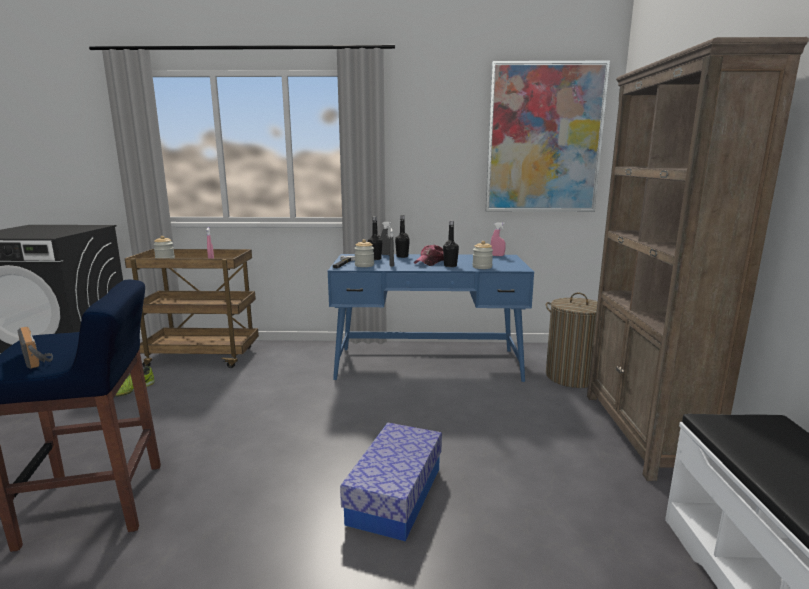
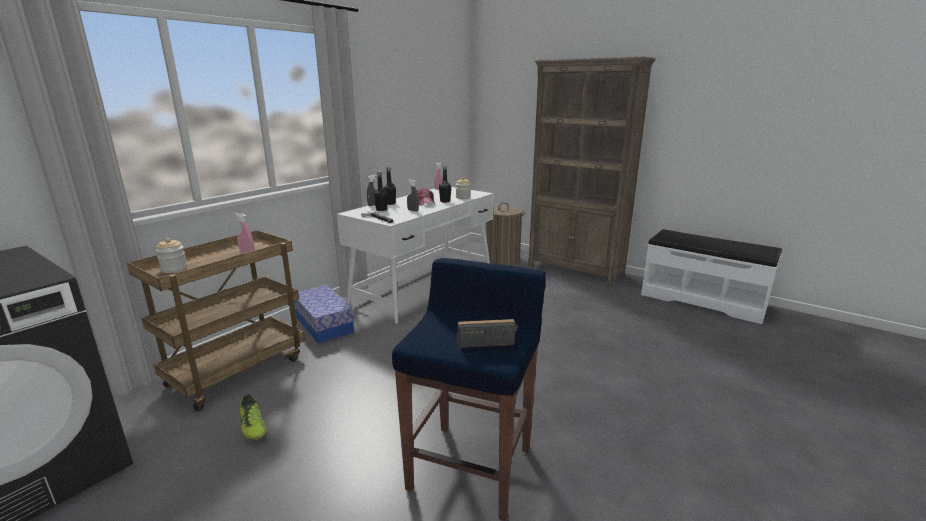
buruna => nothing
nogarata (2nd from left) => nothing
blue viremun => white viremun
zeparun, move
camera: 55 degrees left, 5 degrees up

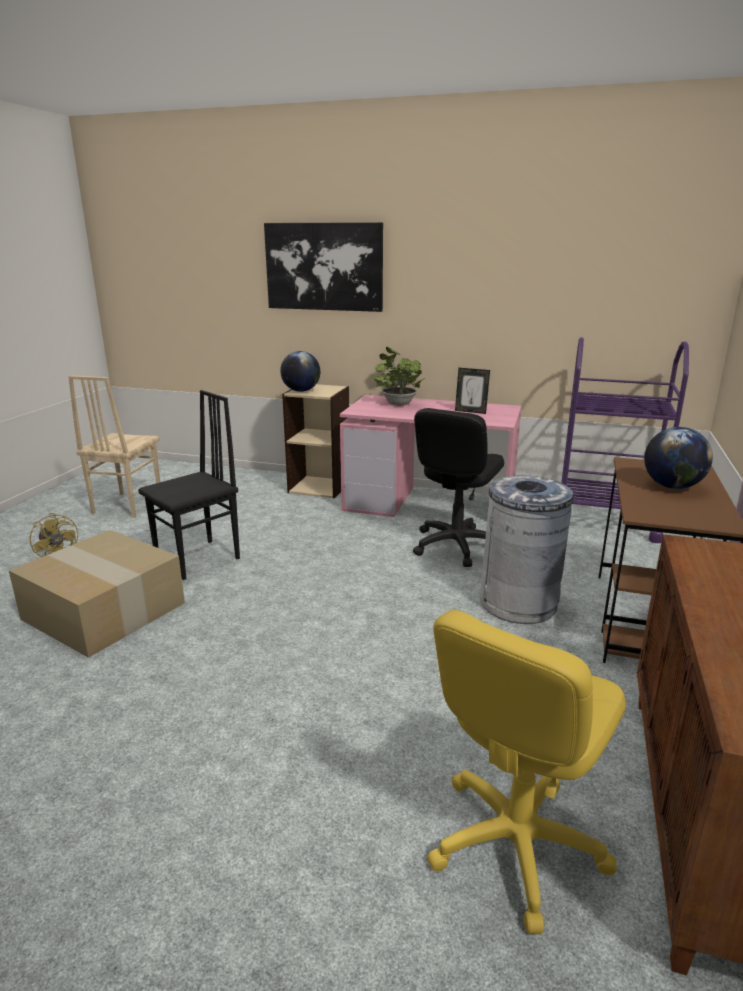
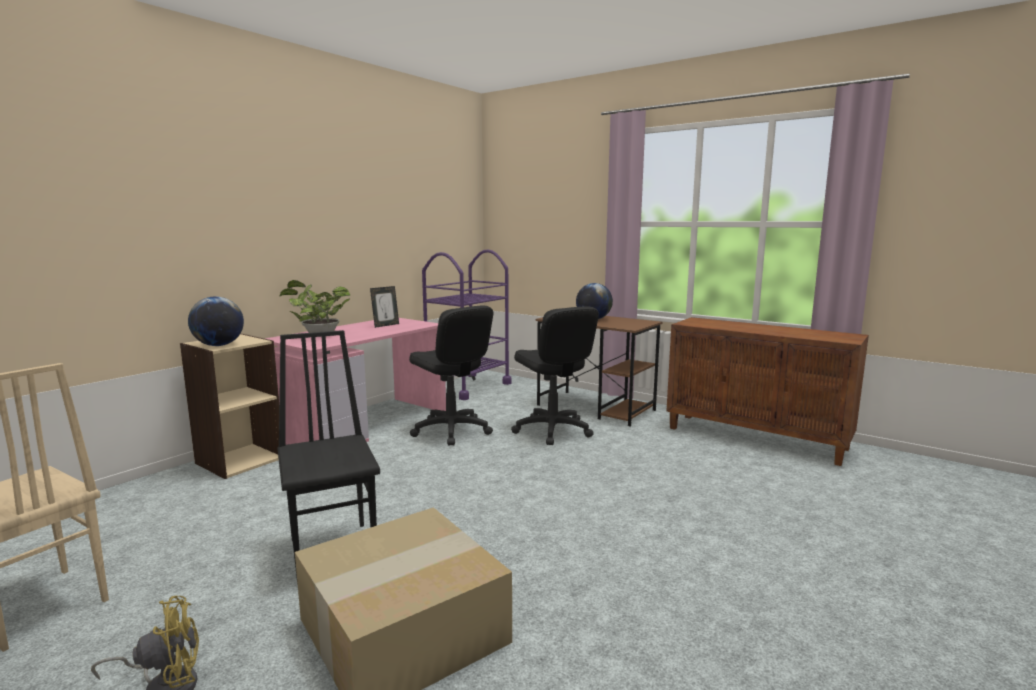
buruna => nothing
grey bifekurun => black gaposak (2nd from left)
yellow gaposak => nothing
camera: 70 degrees left, 10 degrees down

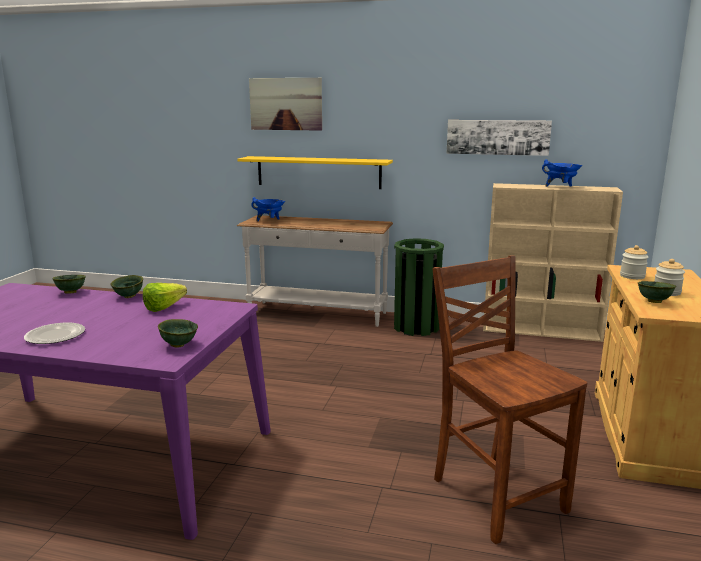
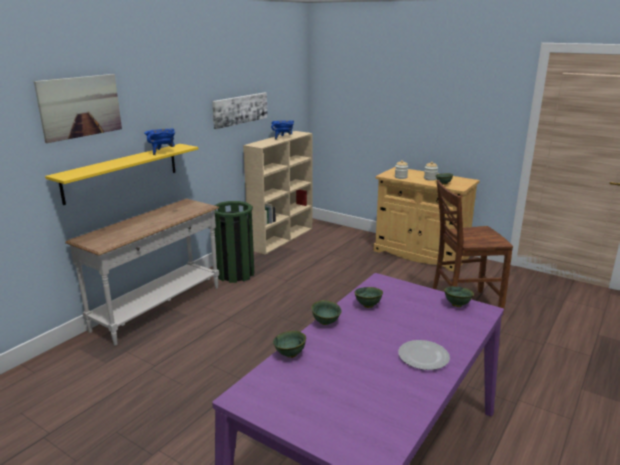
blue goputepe (1st from left), move
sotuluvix => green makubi (3rd from left)
camera: 70 degrees left, 5 degrees up

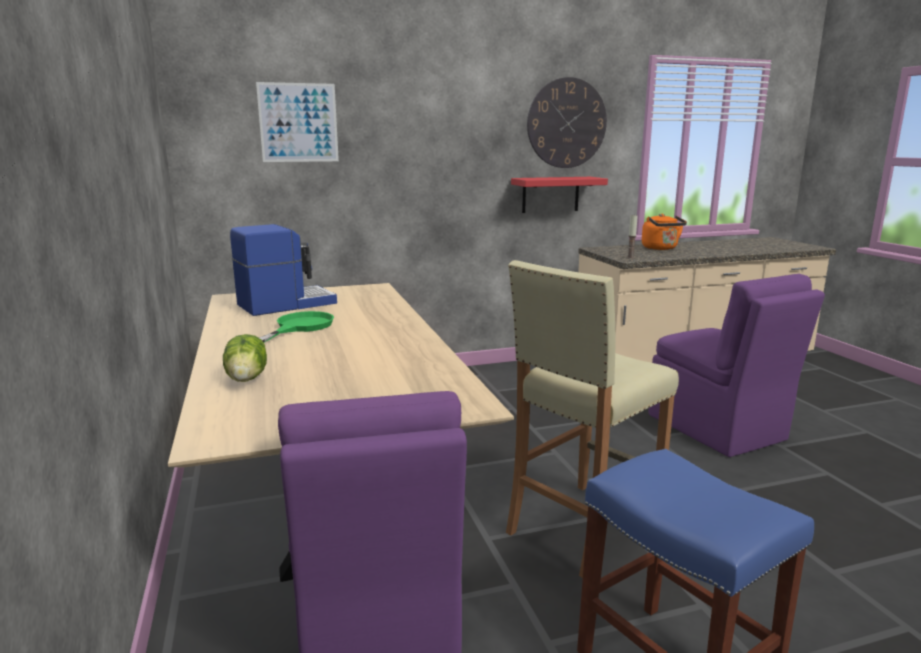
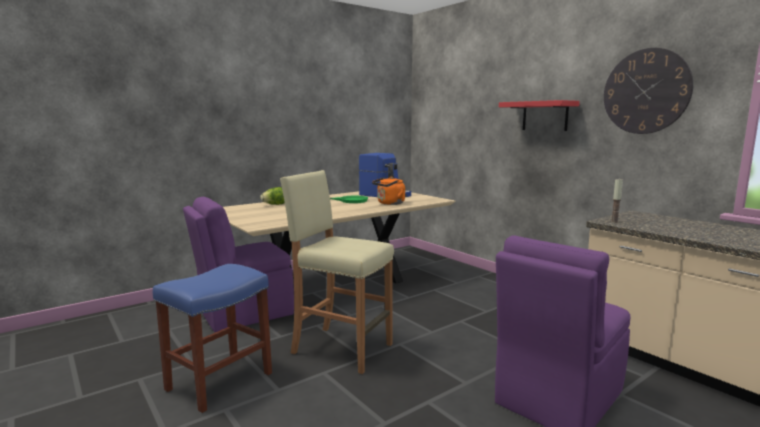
buruna => nothing
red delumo, move
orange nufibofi, move
camera: 70 degrees right, 5 degrees down

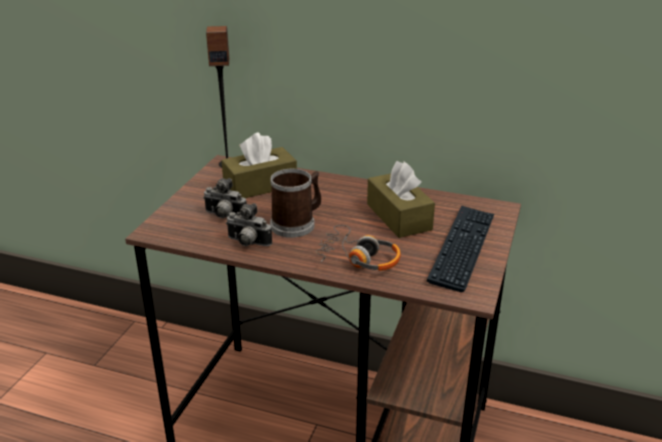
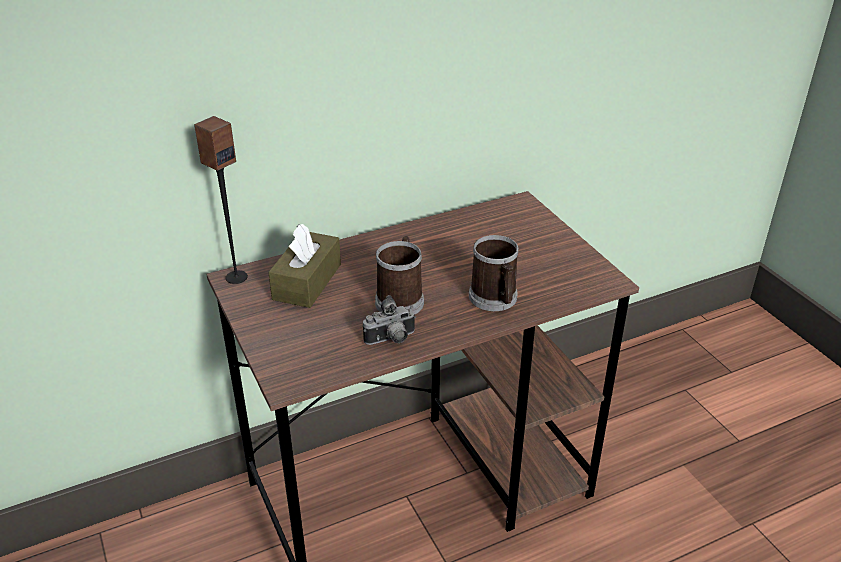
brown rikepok (2nd from left) => nothing
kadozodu (1st from left) => nothing
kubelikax => nothing
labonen => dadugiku (2nd from left)
camera: 45 degrees left, 5 degrees up

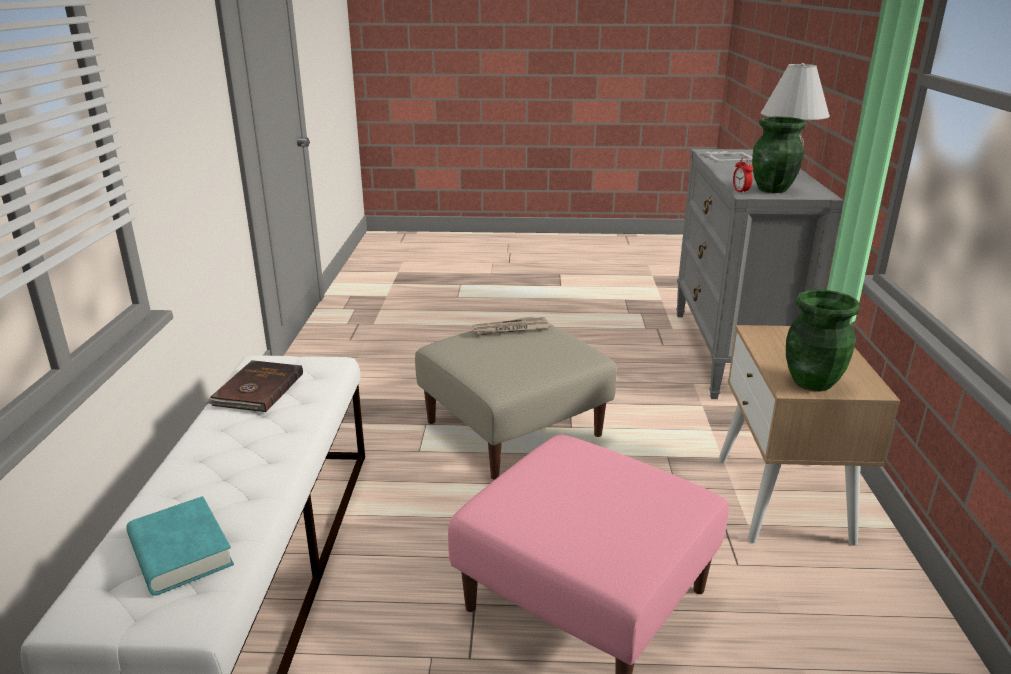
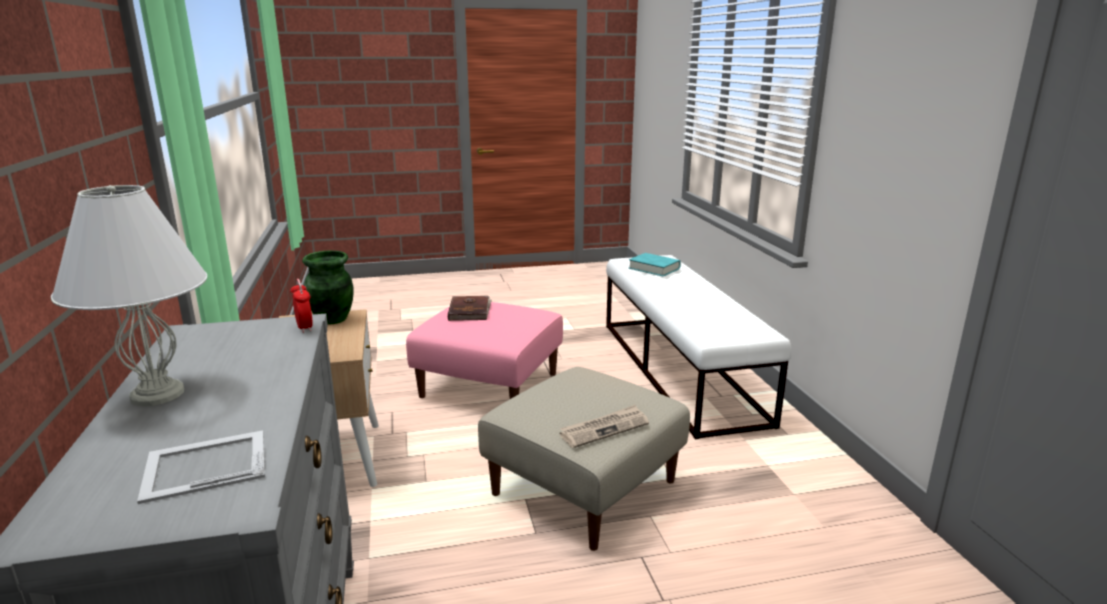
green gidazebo (1st from left) => nothing
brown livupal, move
camera: 165 degrees right, 5 degrees down

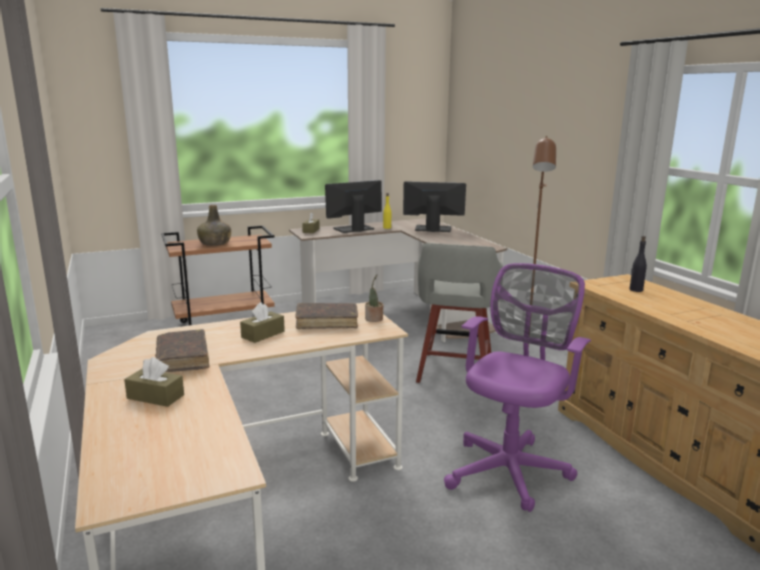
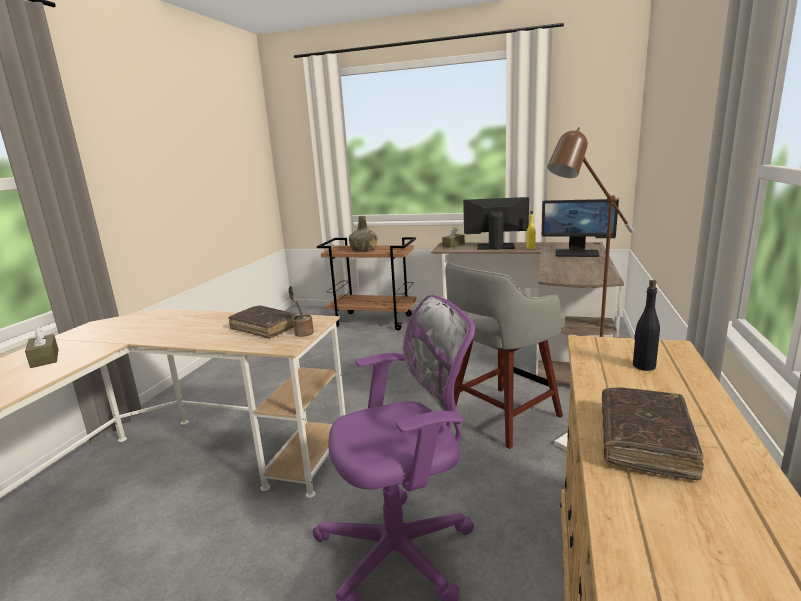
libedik (2nd from left), 150 degrees clockwise
brown rikepok (2nd from left) => nothing
brown livupal (1st from left in the first image) => brown livupal (2nd from left), move
camera: 40 degrees right, 0 degrees up

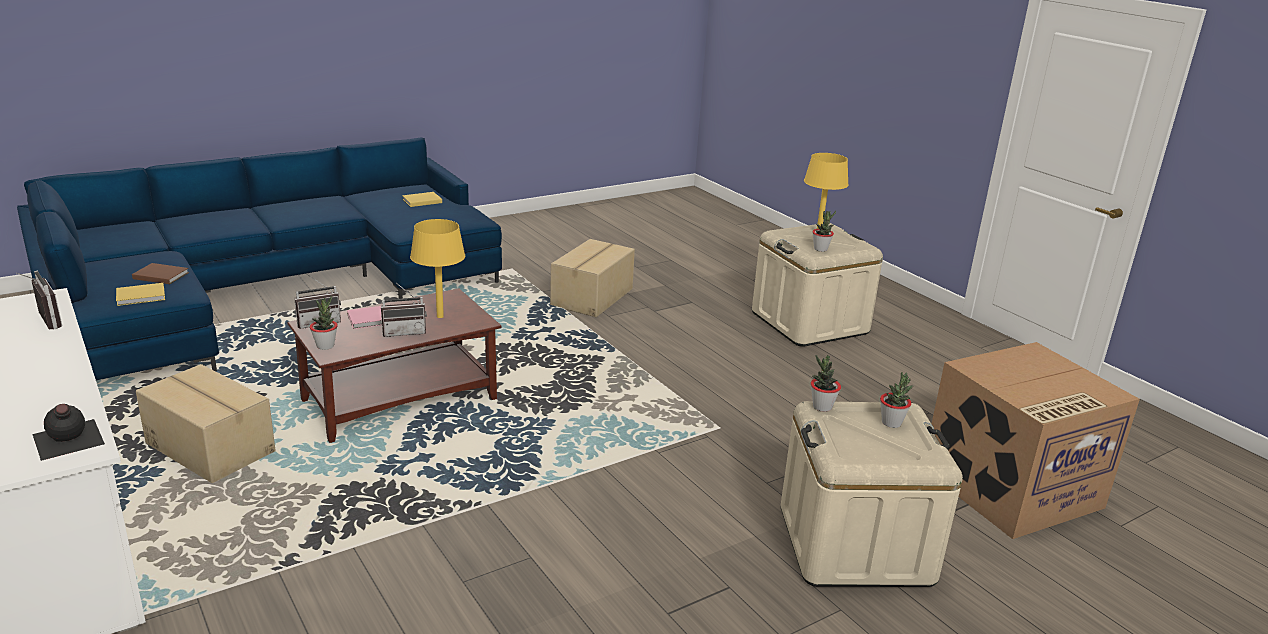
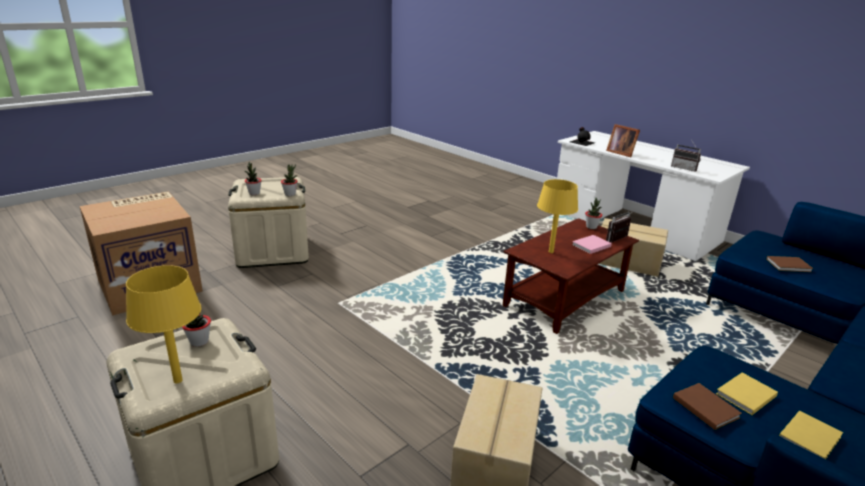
yellow livupal (1st from left), move
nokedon (3rd from left) => nothing
nothing => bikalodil
nothing => brown livupal (1st from left)
camera: 170 degrees right, 0 degrees up

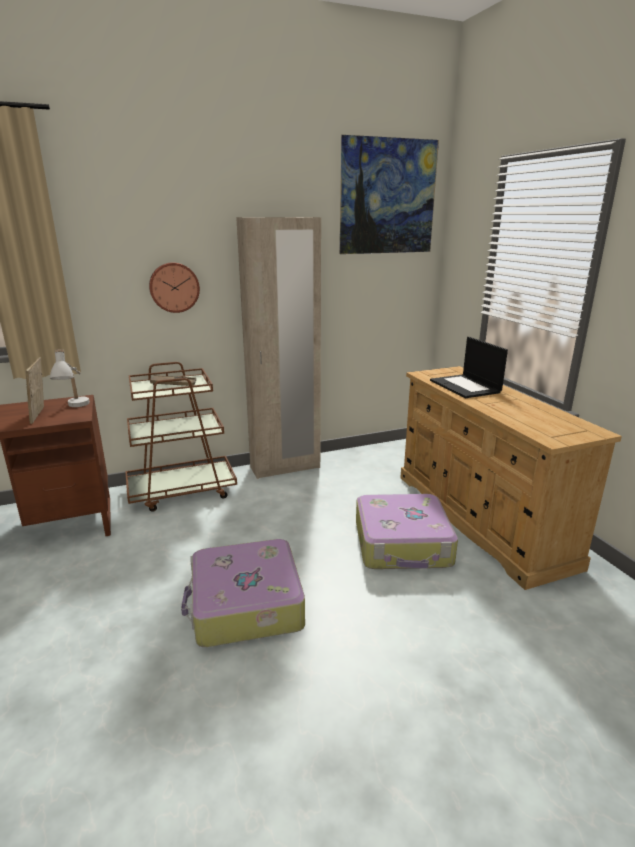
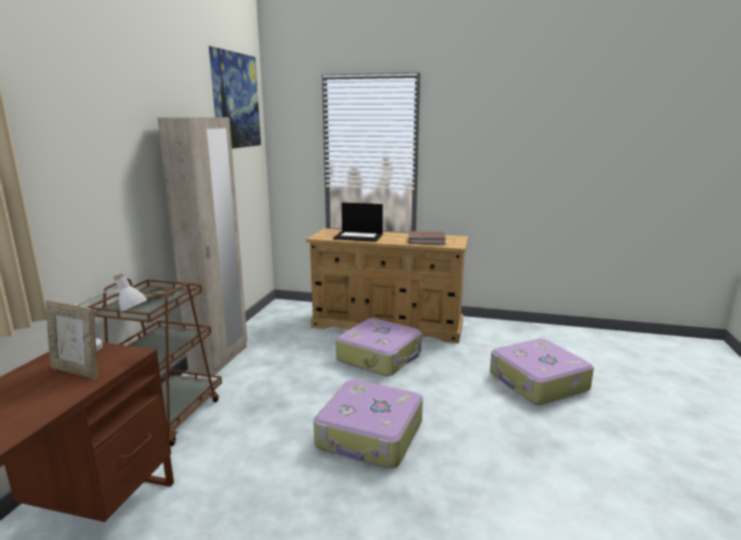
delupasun => nothing
nothing => brown livupal
nothing => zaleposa (3rd from left)
camera: 55 degrees left, 5 degrees down

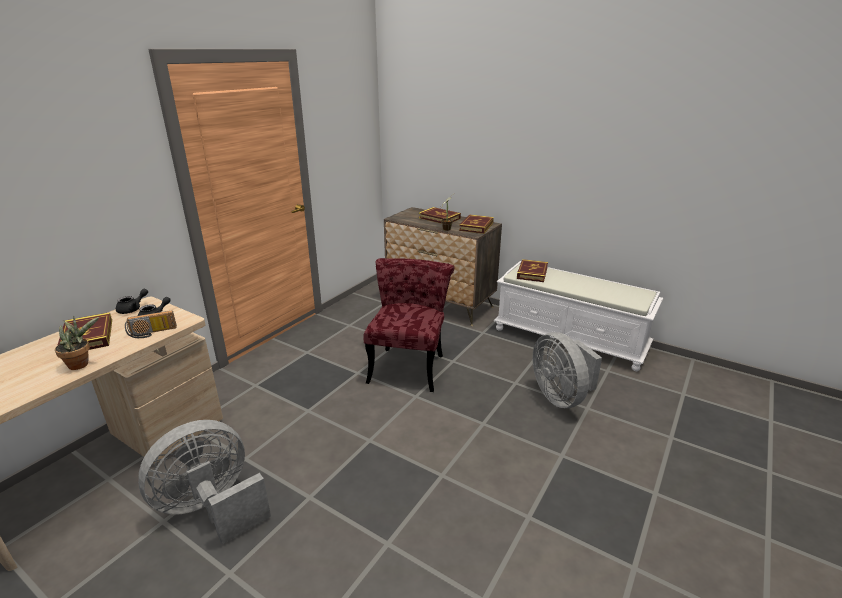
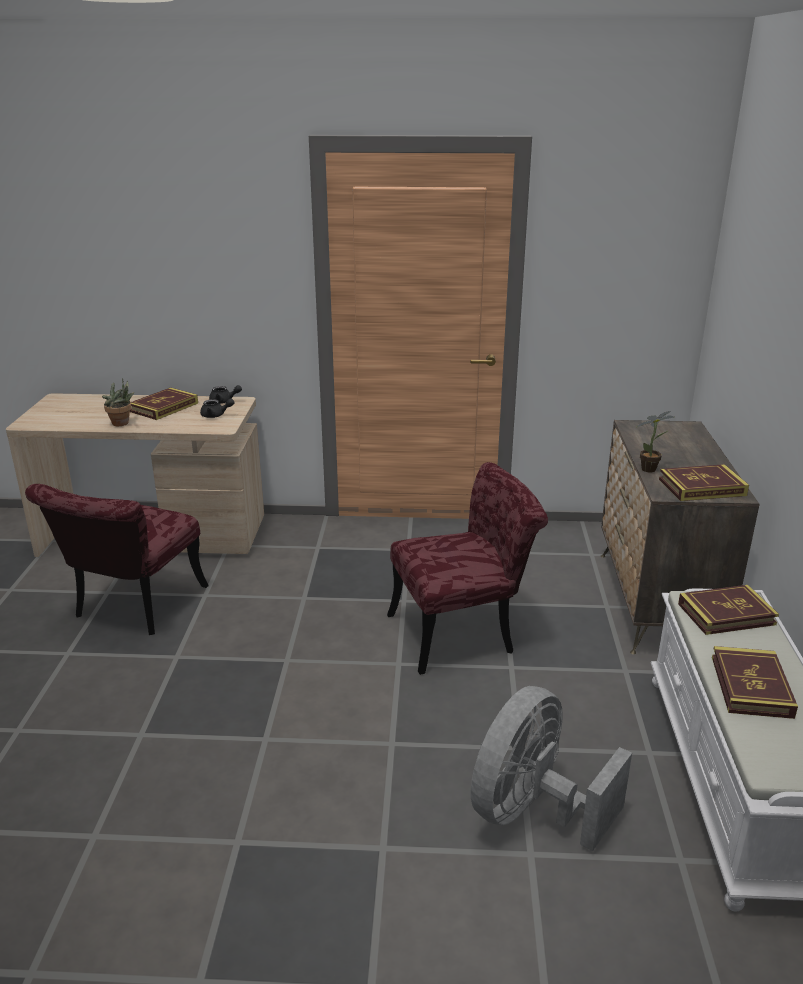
livupal (2nd from left in the first image) => livupal (4th from left), move
nokedon => nothing
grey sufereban (1st from left) => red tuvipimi (1st from left)
camera: 60 degrees right, 0 degrees up

